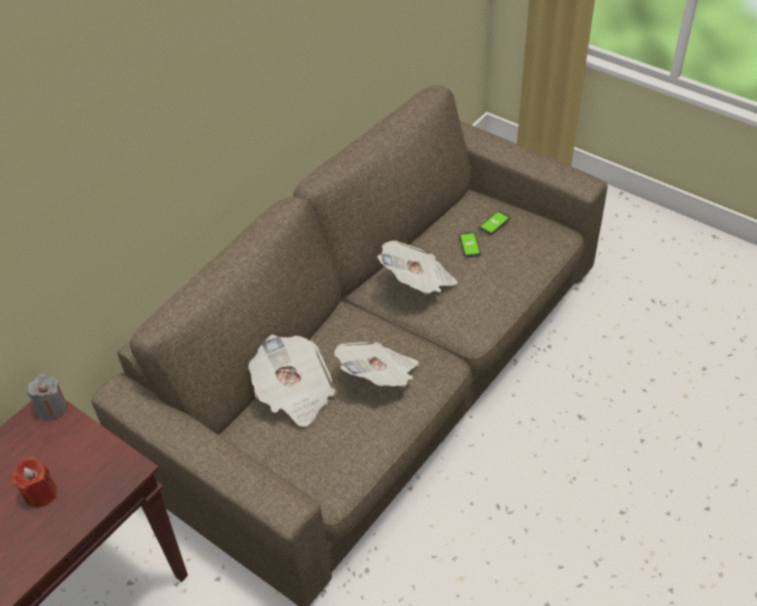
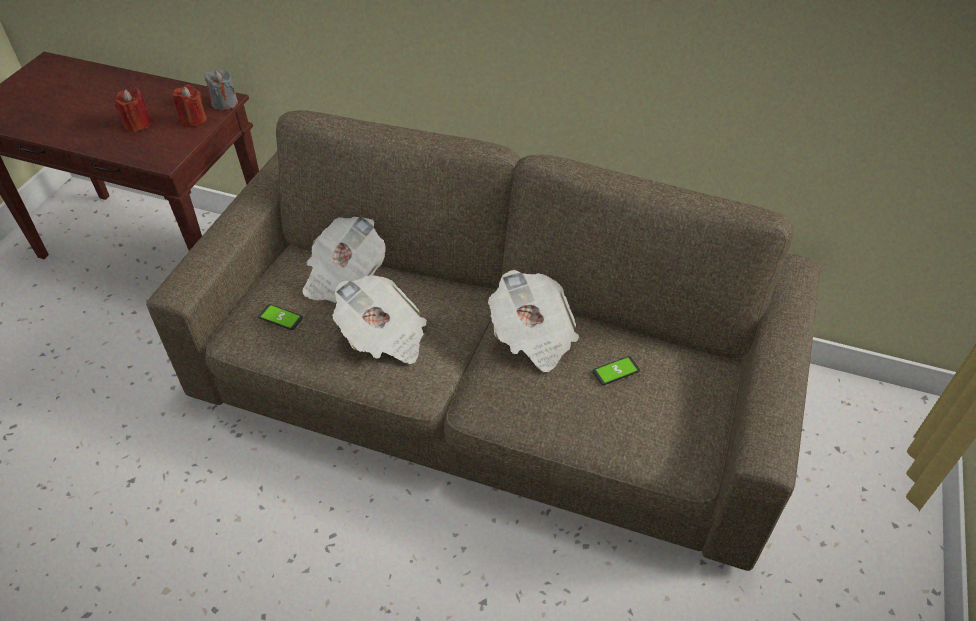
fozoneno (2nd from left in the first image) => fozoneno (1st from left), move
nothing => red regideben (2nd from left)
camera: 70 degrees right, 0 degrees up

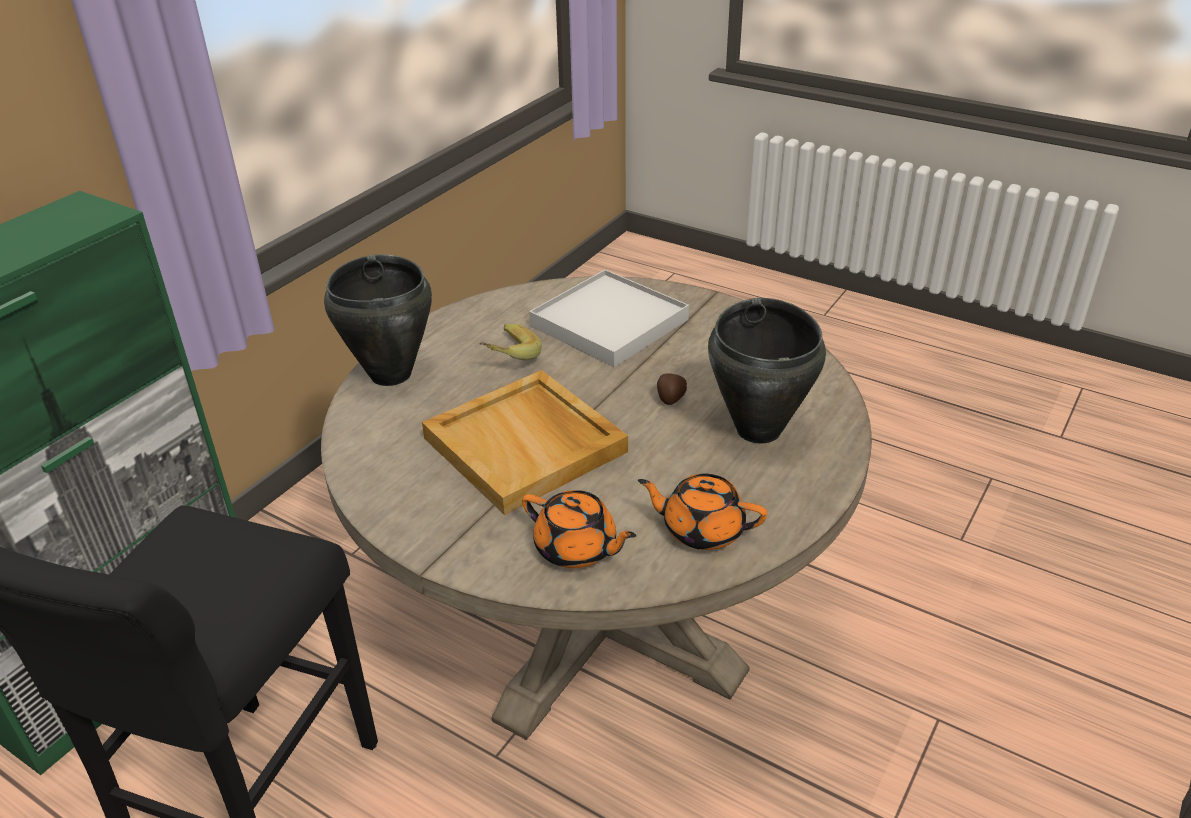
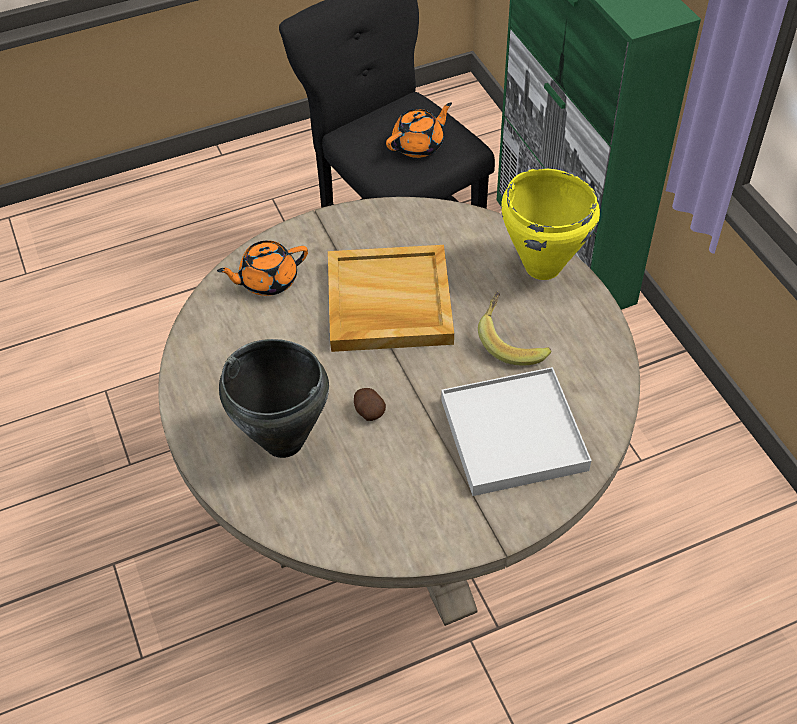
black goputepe (1st from left) => yellow goputepe
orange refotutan (2nd from left), move
camera: 125 degrees right, 15 degrees up

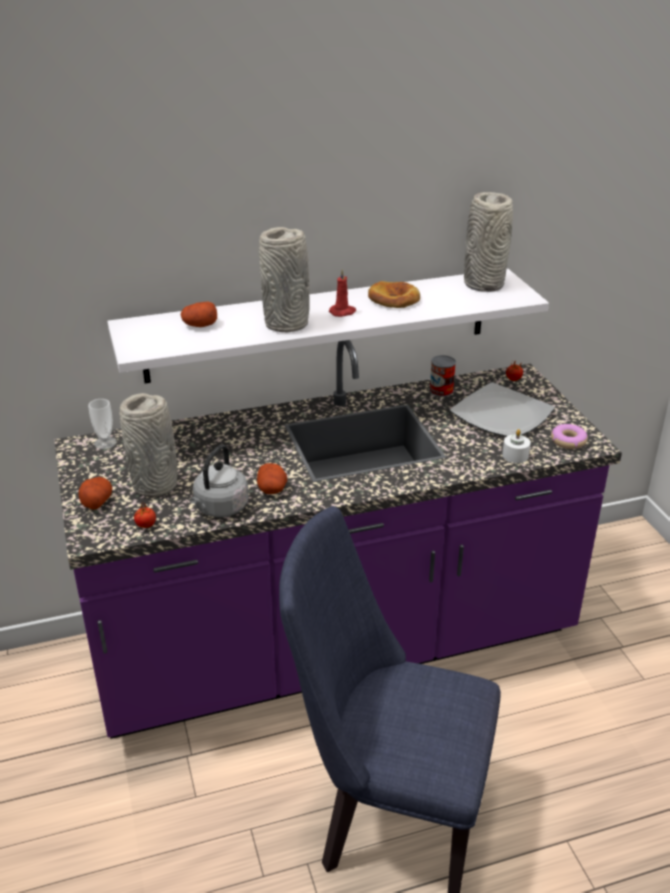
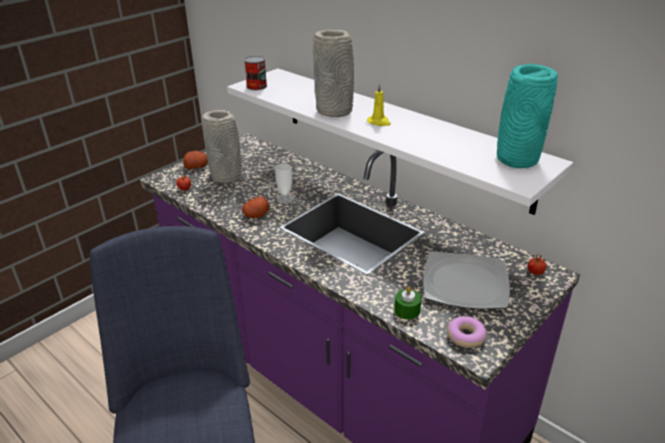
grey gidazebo (3rd from left) => turquoise gidazebo
red regideben => yellow regideben
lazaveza => nothing
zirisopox (2nd from left) => nothing
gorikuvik, move
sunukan, move
white regideben => green regideben
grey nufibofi => nothing
camera: 60 degrees right, 0 degrees up

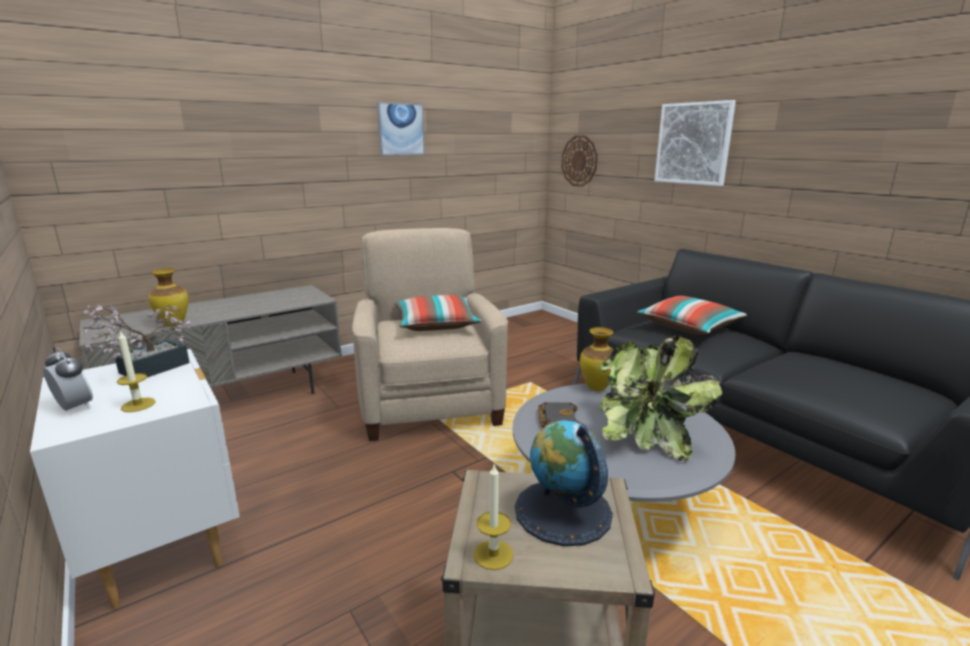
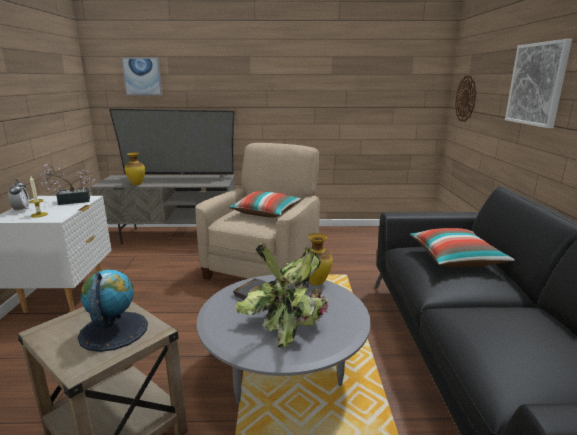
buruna (1st from left), move
regideben (2nd from left) => nothing
nothing => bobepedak
camera: 35 degrees right, 0 degrees up

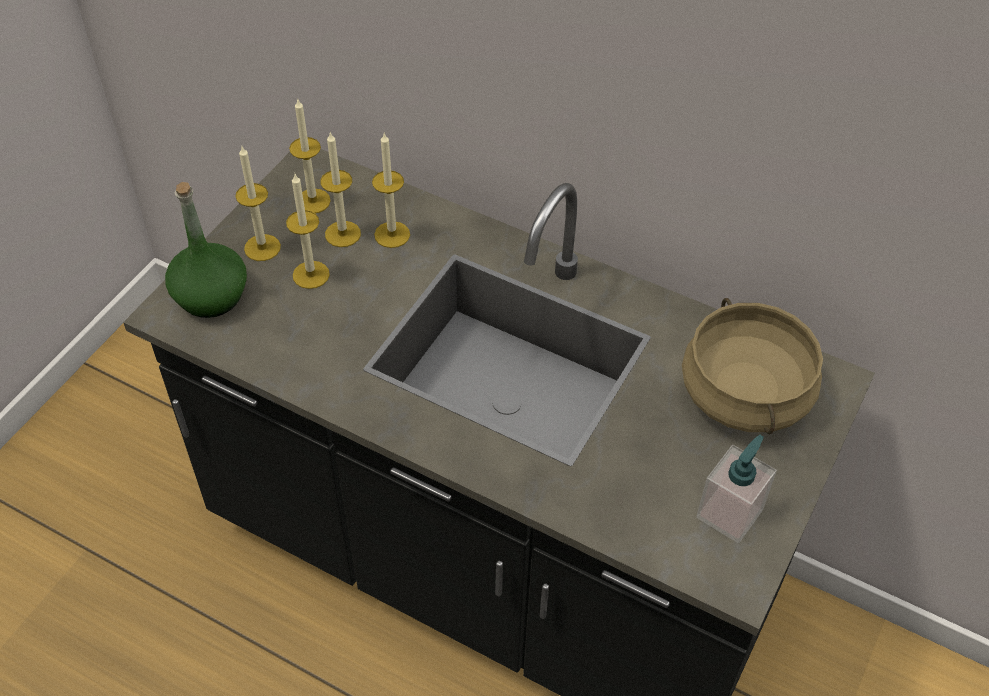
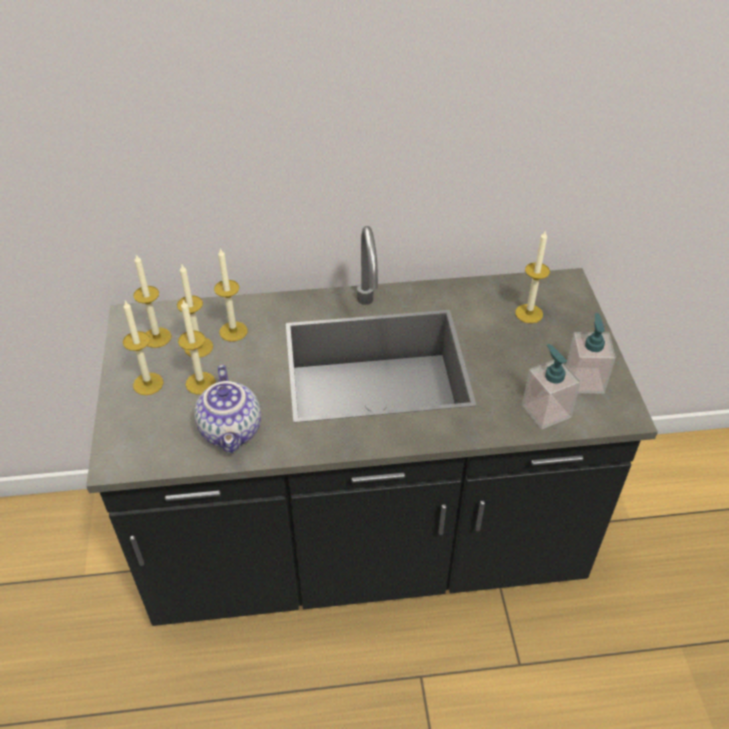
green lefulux => nothing
beige goputepe => regideben (6th from left)
nothing => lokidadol (1st from left)
nothing => refotutan
camera: 35 degrees left, 5 degrees down

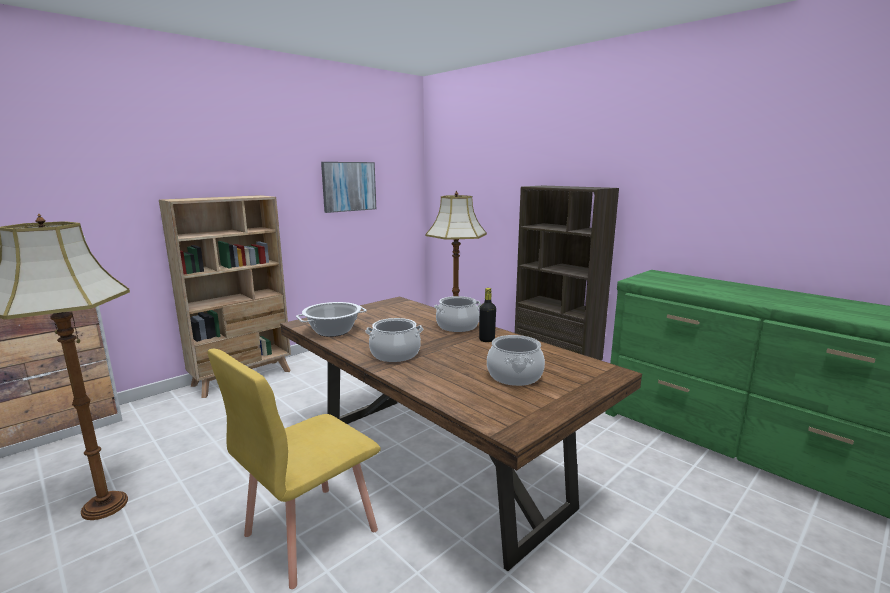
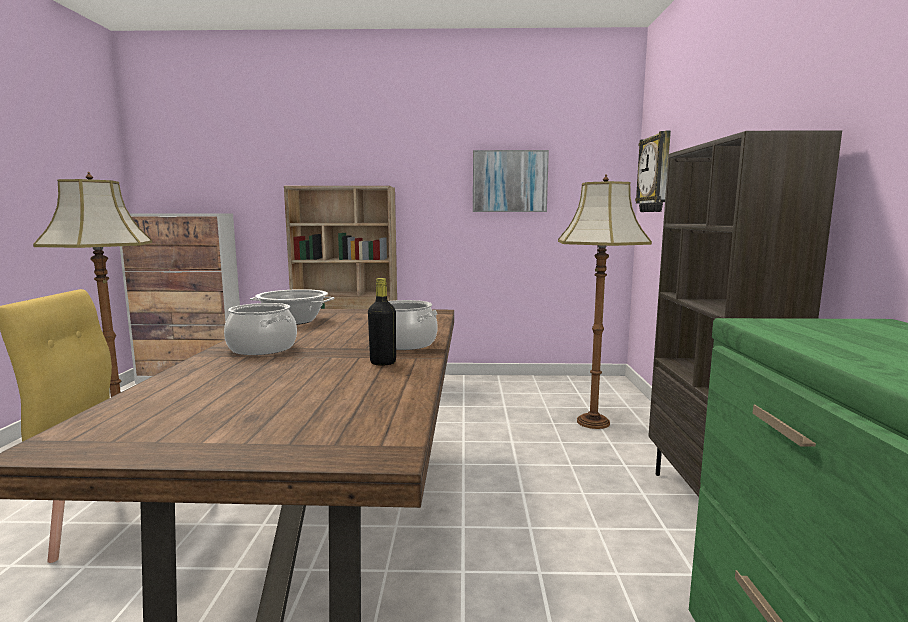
goputepe (4th from left) => nothing
nothing => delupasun
camera: 45 degrees right, 5 degrees down

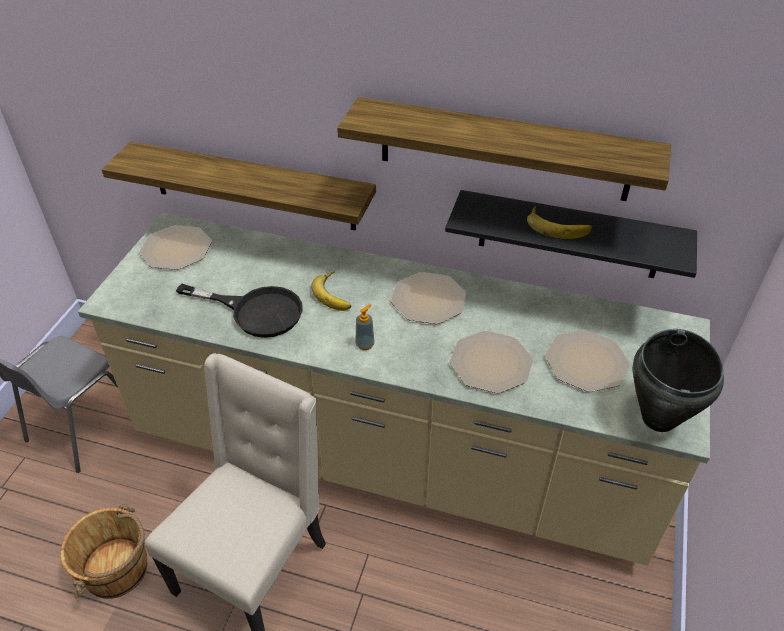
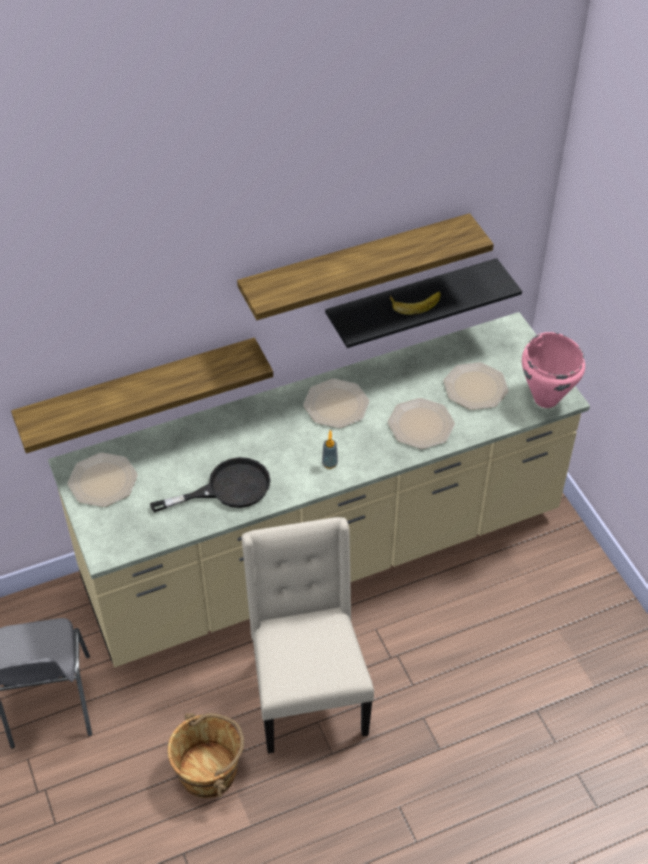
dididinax (1st from left) => nothing
black goputepe => pink goputepe
camera: 40 degrees left, 5 degrees up

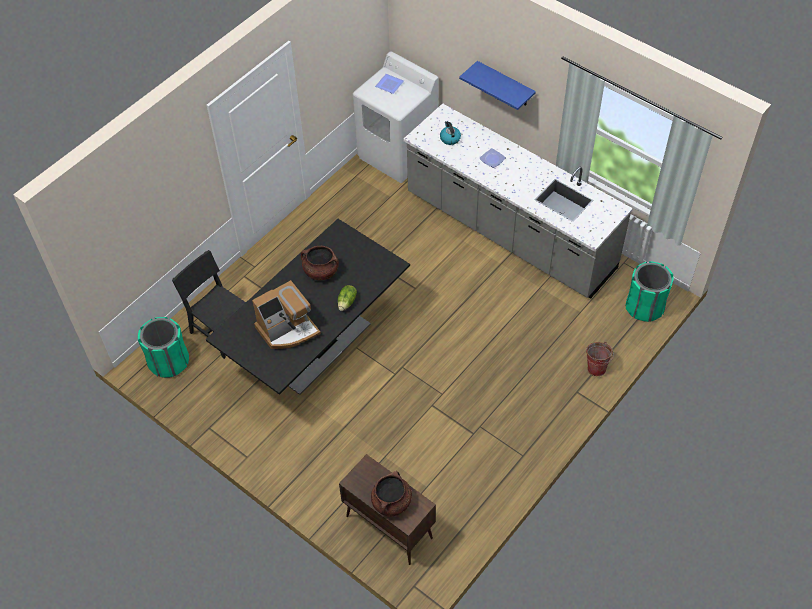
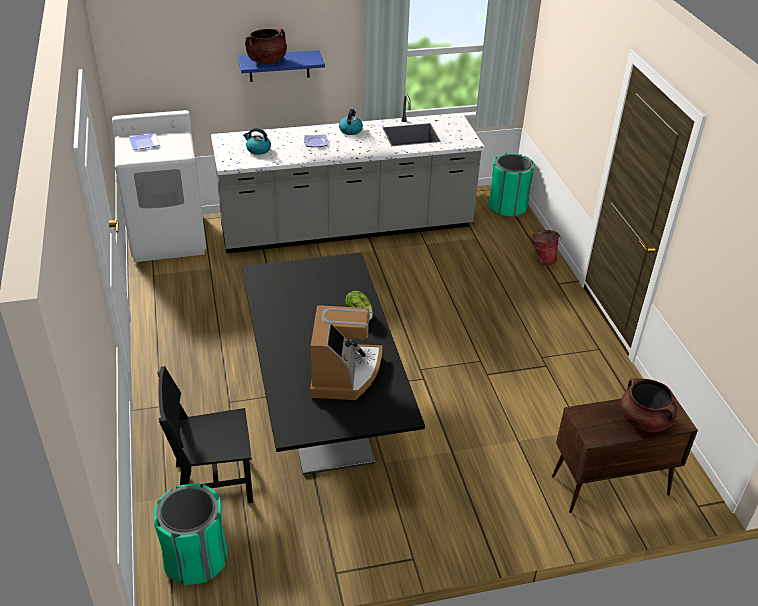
brown goputepe (1st from left), move
nothing => nufibofi (2nd from left)
camera: 55 degrees left, 15 degrees down

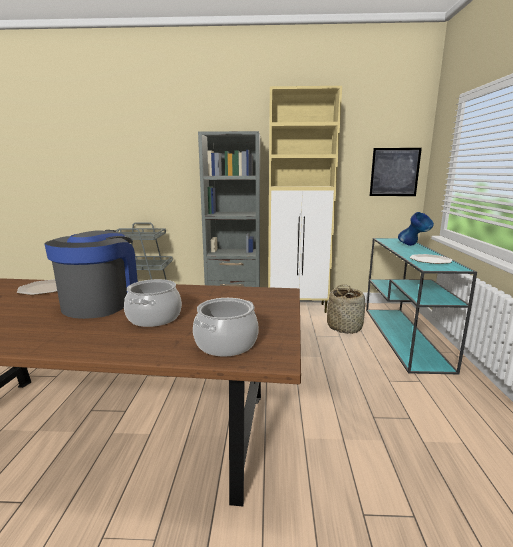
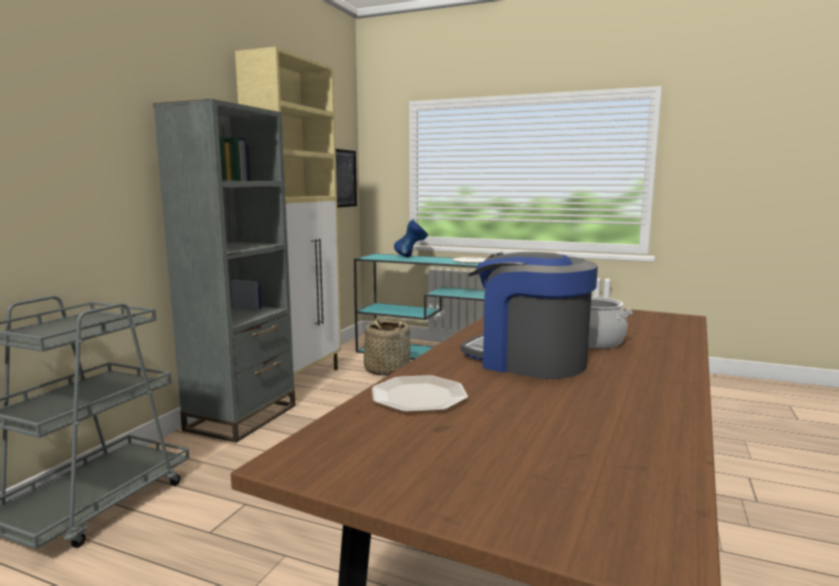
goputepe (2nd from left) => nothing
camera: 70 degrees left, 5 degrees down

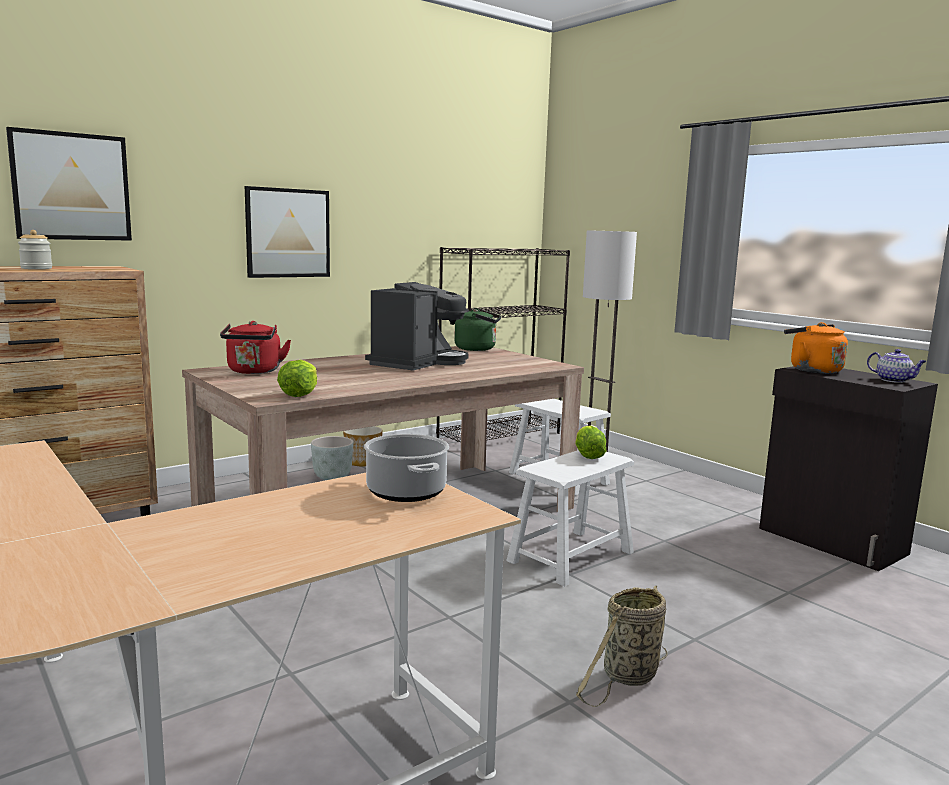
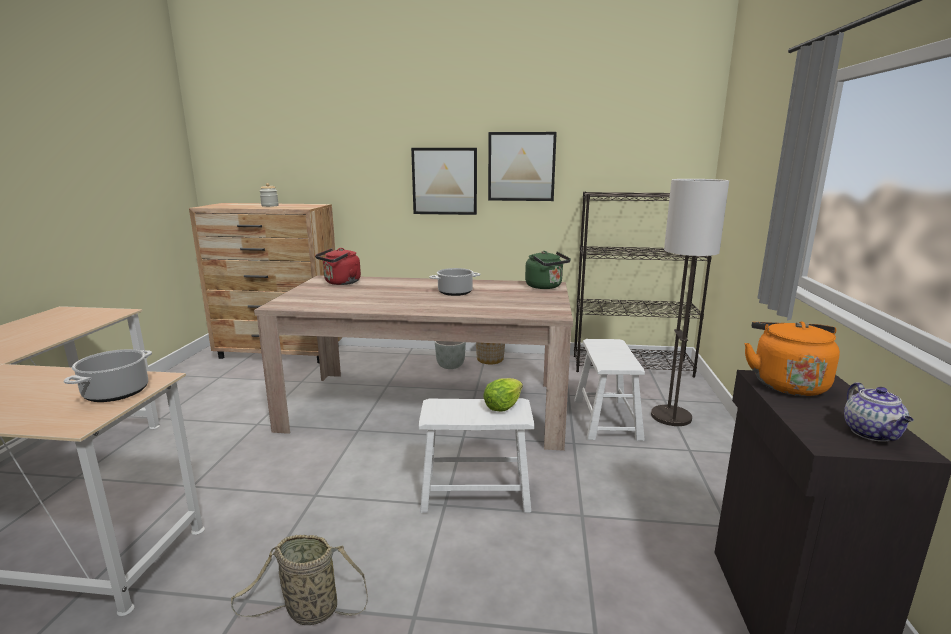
buruna (1st from left in the first image) => buruna (2nd from left), move
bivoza => goputepe (2nd from left)
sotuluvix (1st from left) => nothing
camera: 45 degrees right, 5 degrees up

